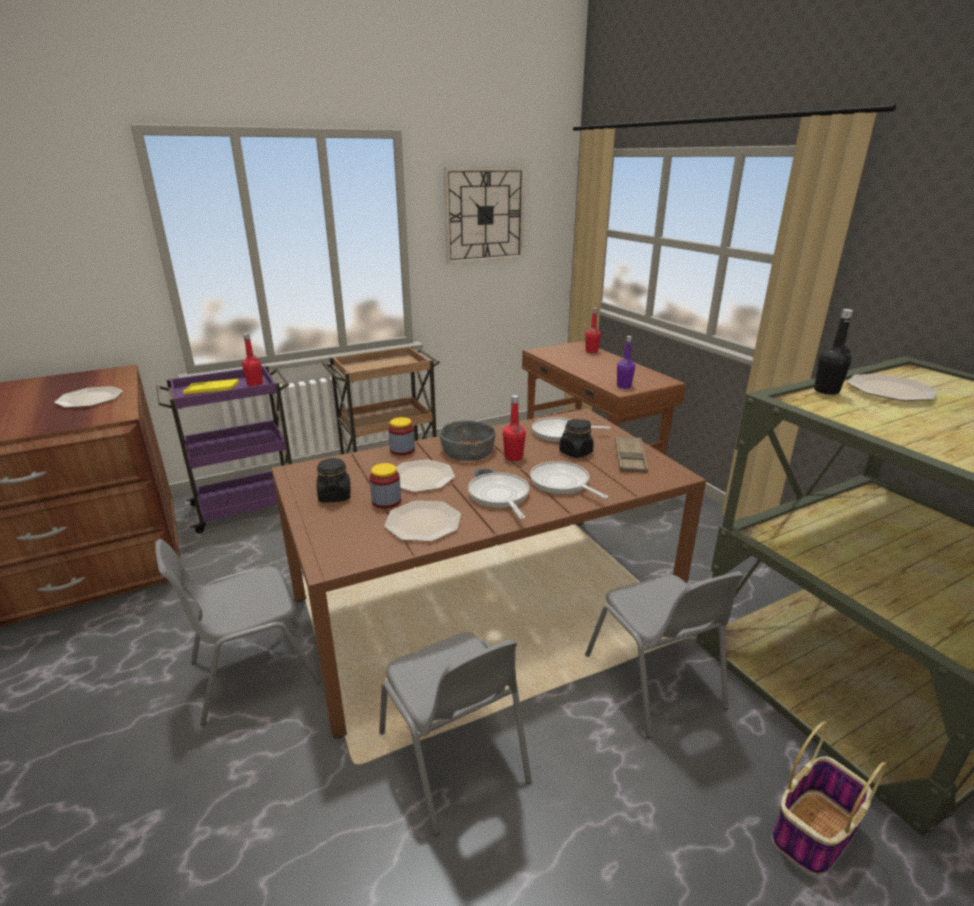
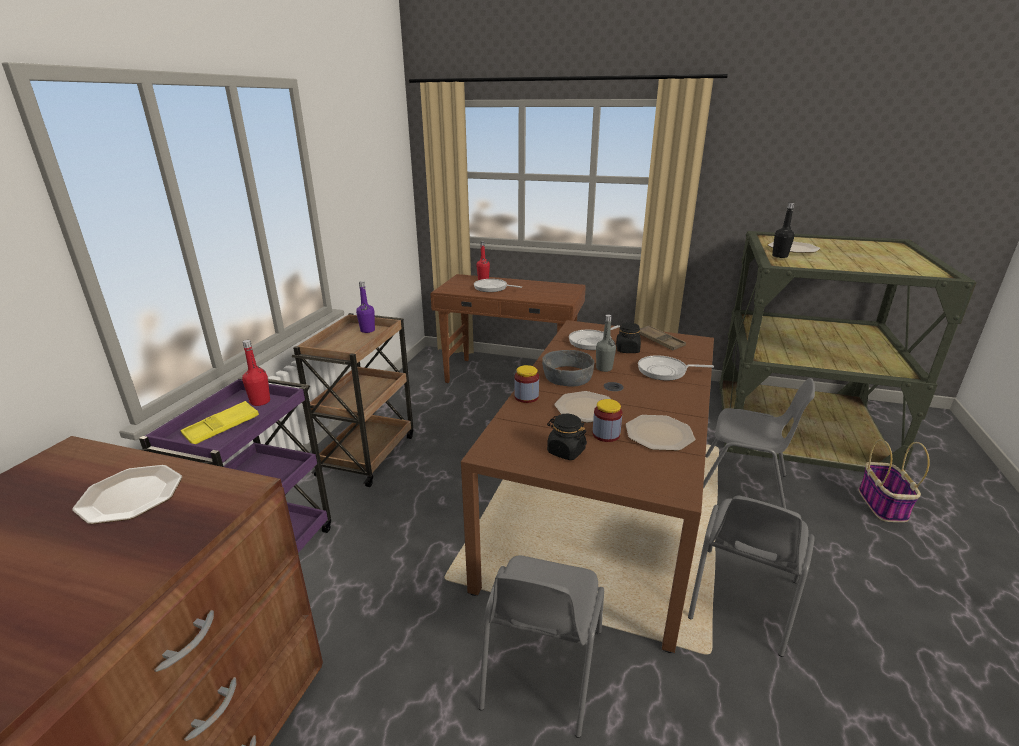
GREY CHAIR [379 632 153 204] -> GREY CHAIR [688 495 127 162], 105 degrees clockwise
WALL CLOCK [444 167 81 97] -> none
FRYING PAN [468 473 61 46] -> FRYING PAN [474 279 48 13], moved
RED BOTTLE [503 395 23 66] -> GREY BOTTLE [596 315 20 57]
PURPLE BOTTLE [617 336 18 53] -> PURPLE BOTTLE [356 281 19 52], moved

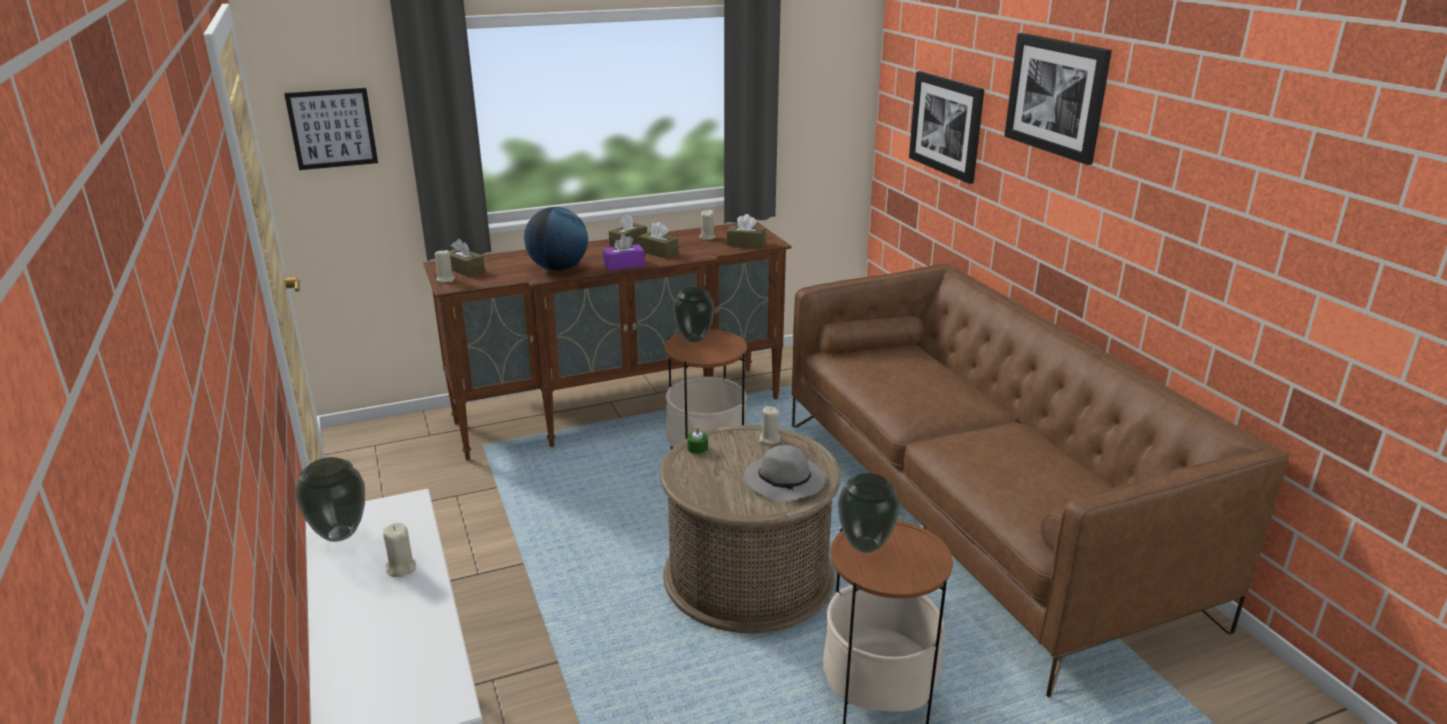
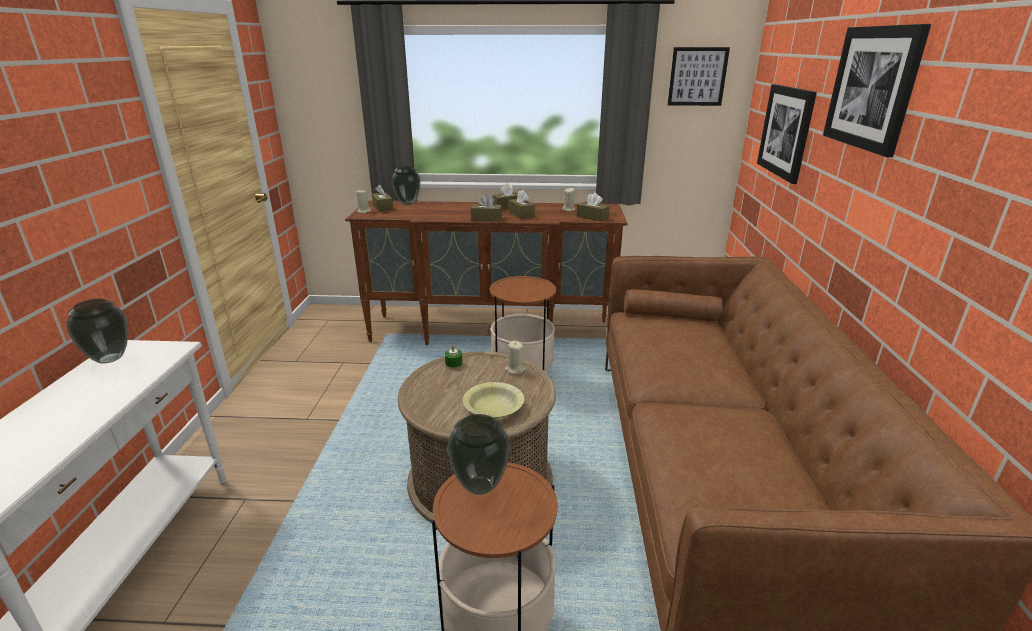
PICTURE [284 88 94 82] -> PICTURE [668 47 62 59], moved
BEIGE CANDLE [383 523 33 54] -> none
GLOBE [524 207 64 64] -> none
PURPLE TISSUE BOX [603 235 42 36] -> BROWN TISSUE BOX [471 194 31 27]
VASE [673 287 42 55] -> VASE [392 166 29 39], moved
GREY HAT [744 445 81 57] -> YELLOW BOWL [463 382 61 37]

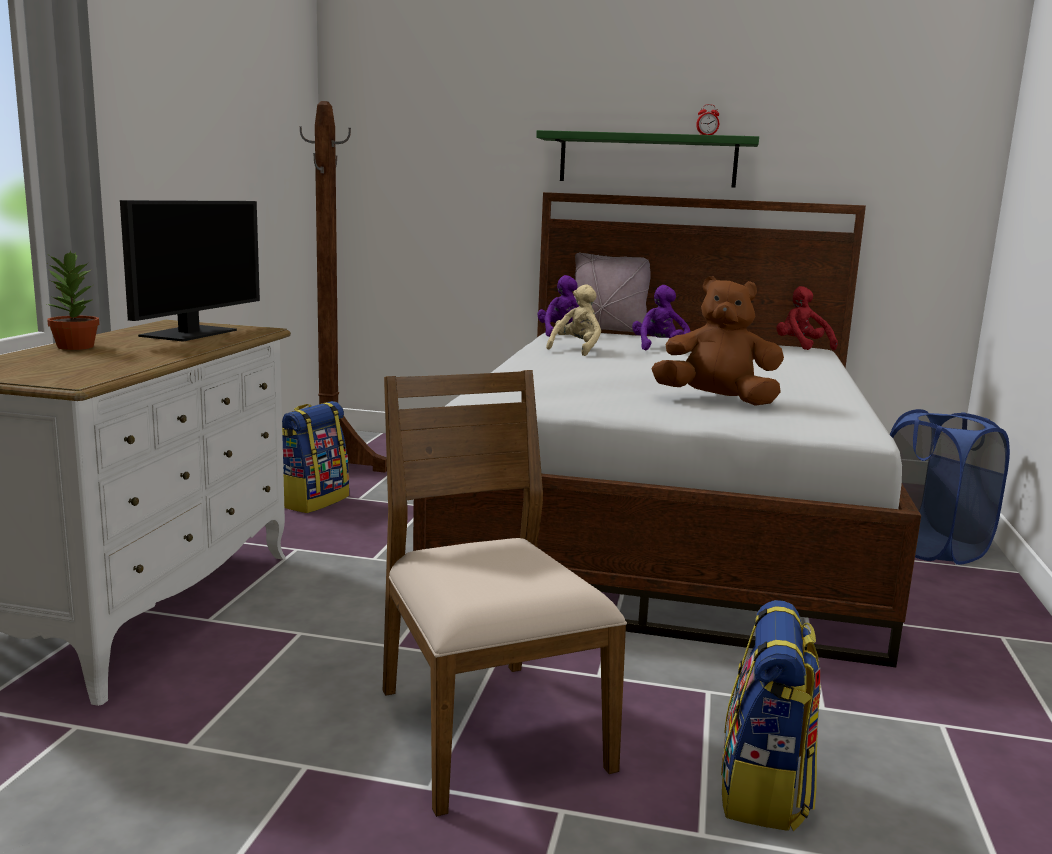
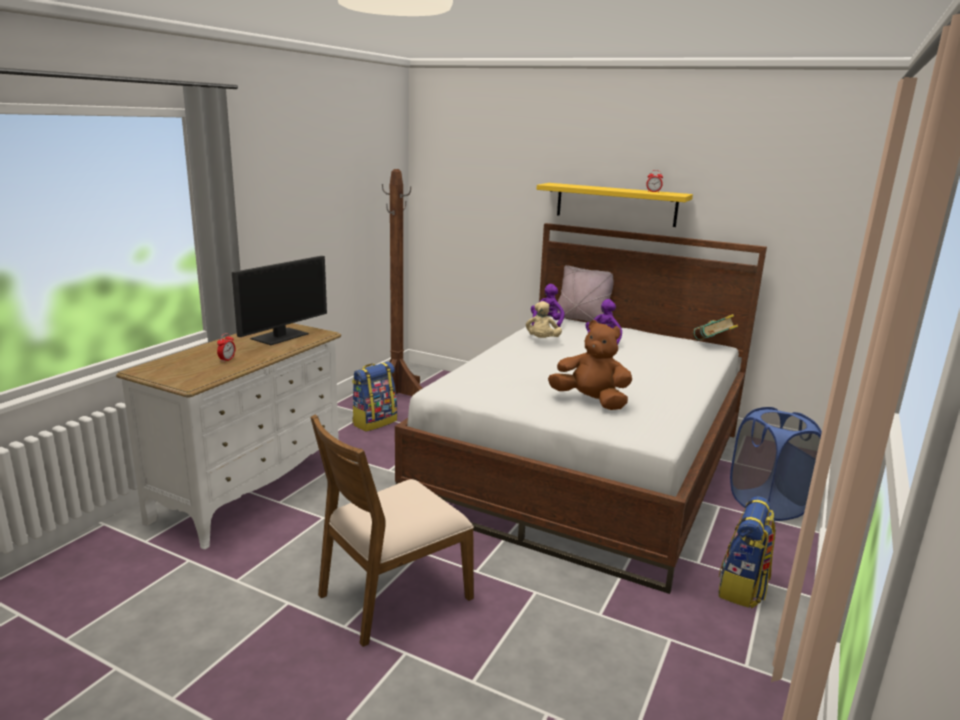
POTTED PLANT [47 250 52 100] -> none
BROWN CHAIR [383 370 244 447] -> BROWN CHAIR [310 414 164 233], 120 degrees counterclockwise
GREEN SHELF [536 130 223 58] -> YELLOW SHELF [537 183 156 44]
BEIGE PLUSH TOY [546 284 55 72] -> BEIGE PLUSH TOY [526 301 36 37], 150 degrees clockwise
BACKPACK [721 600 100 231] -> BACKPACK [719 496 57 113], moved
RED PLUSH TOY [776 286 62 64] -> BOOK [693 314 45 27]
none -> ALARM CLOCK [217 333 18 29]

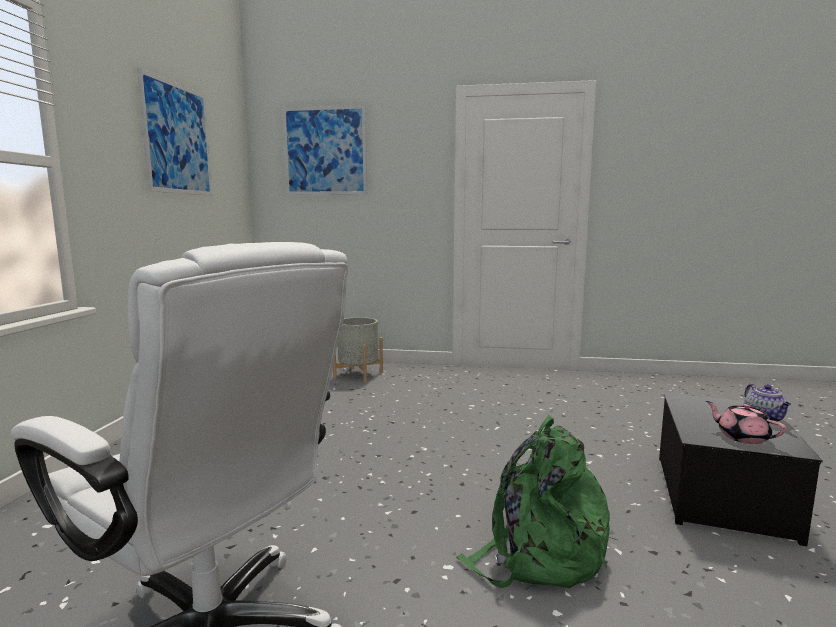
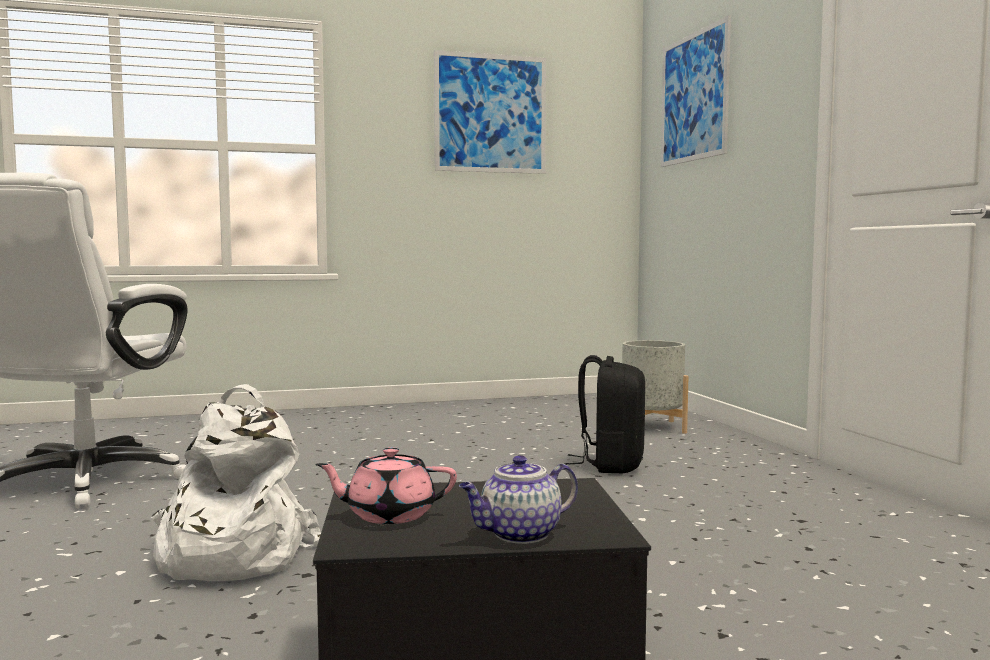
GREEN BACKPACK [457 415 153 174] -> WHITE BACKPACK [152 384 169 197]
PINK TEAPOT [706 401 80 43] -> PINK TEAPOT [315 447 142 77], 120 degrees counterclockwise
none -> BLACK BACKPACK [564 355 81 118]

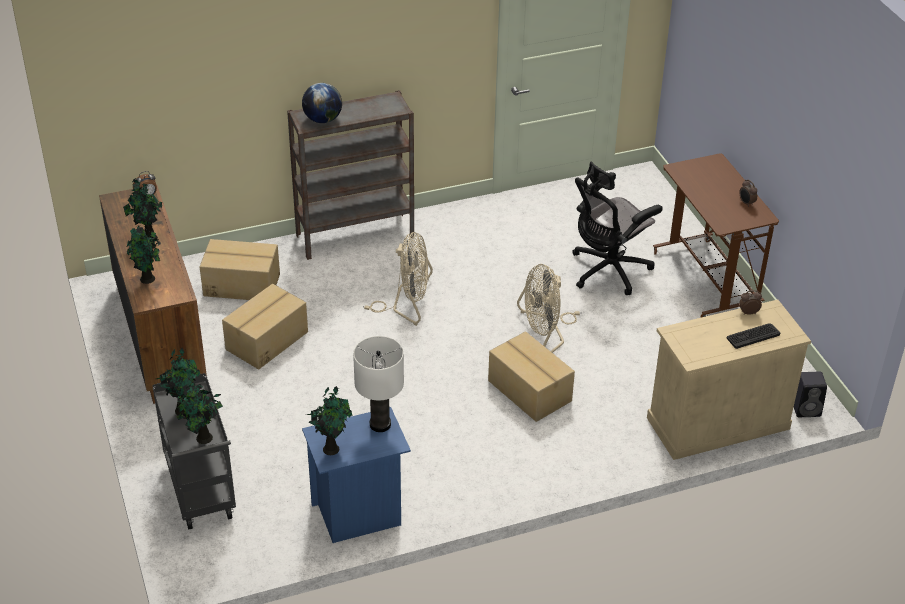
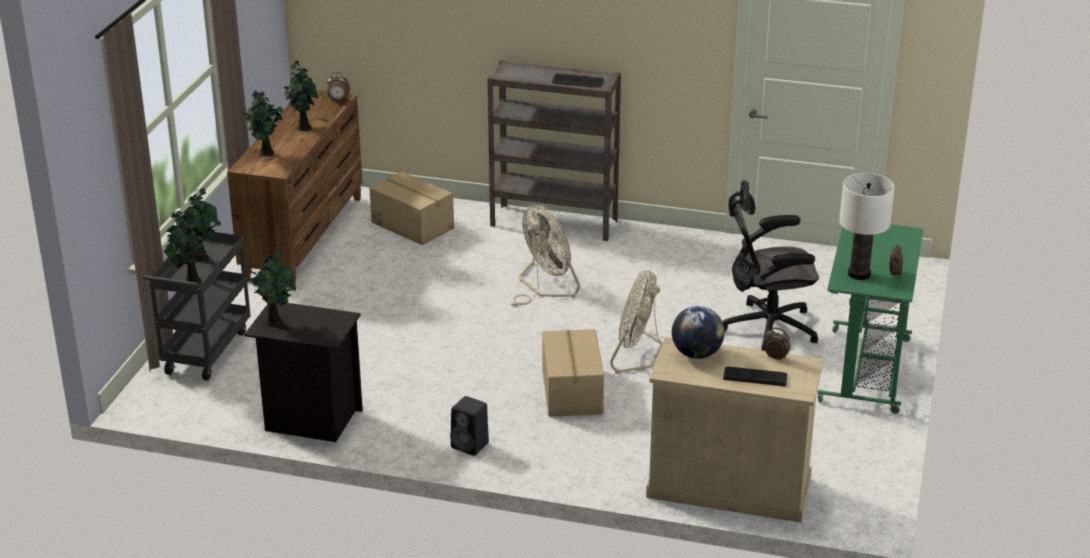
CARDBOARD BOX [222 284 86 85] -> none
GLOBE [302 83 40 40] -> GLOBE [672 306 53 53], moved
BLUE NIGHTSTAND [302 407 109 136] -> BLACK NIGHTSTAND [244 303 119 139]
WHITE TABLE LAMP [353 336 51 96] -> WHITE TABLE LAMP [839 173 56 107], moved
BEIGE FAN [364 232 69 94] -> BEIGE FAN [511 205 69 102], 75 degrees counterclockwise
BROWN DESK [653 154 126 164] -> GREEN DESK [817 224 106 190]
BLACK SPEAKER [794 372 33 45] -> BLACK SPEAKER [450 396 39 60], moved
none -> KEYBOARD [552 73 51 15]

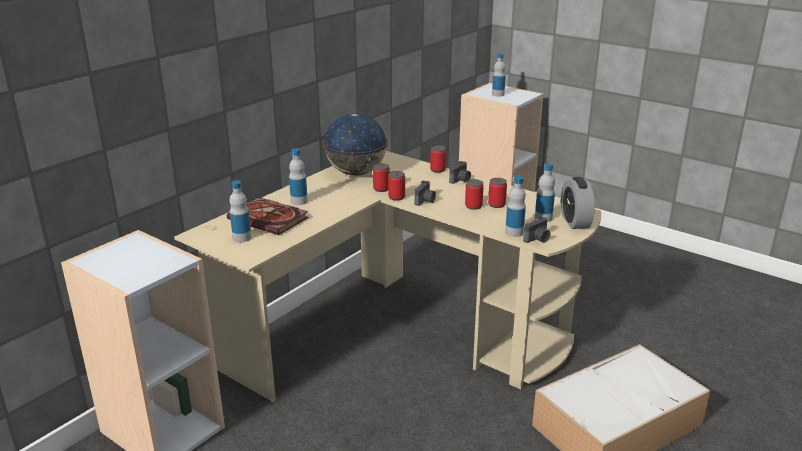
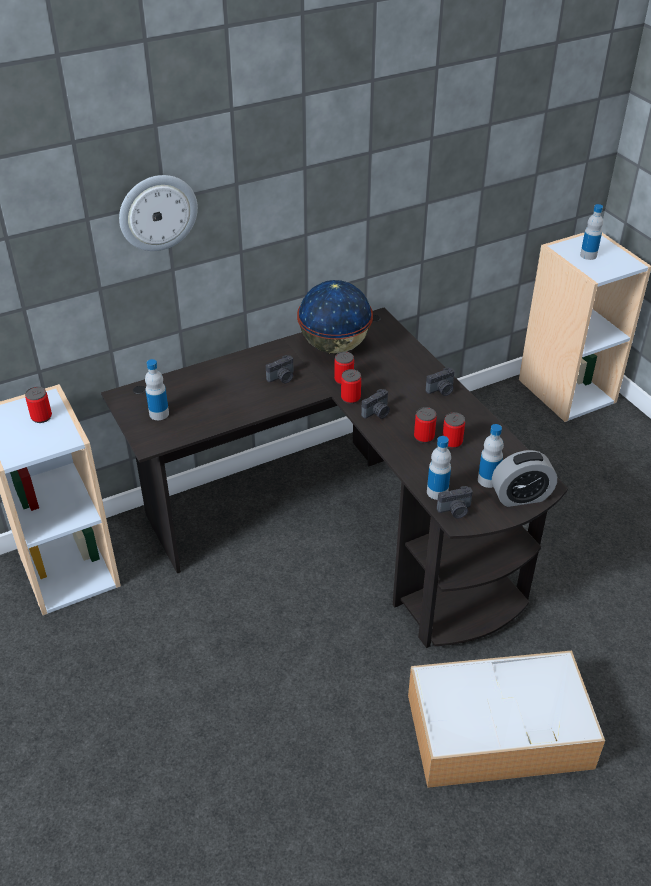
BEIGE DESK [174 151 427 251] -> BLACK DESK [101 308 467 340]
BOOK [227 197 82 38] -> none
BOTTLE [289 148 19 57] -> none
CAN [430 145 16 28] -> CAN [25 387 27 36], moved
ALARM CLOCK [561 177 34 52] -> ALARM CLOCK [492 450 65 57], 120 degrees counterclockwise
none -> WALL CLOCK [119 175 79 76]
none -> PHOTO CAMERA [266 355 28 29]

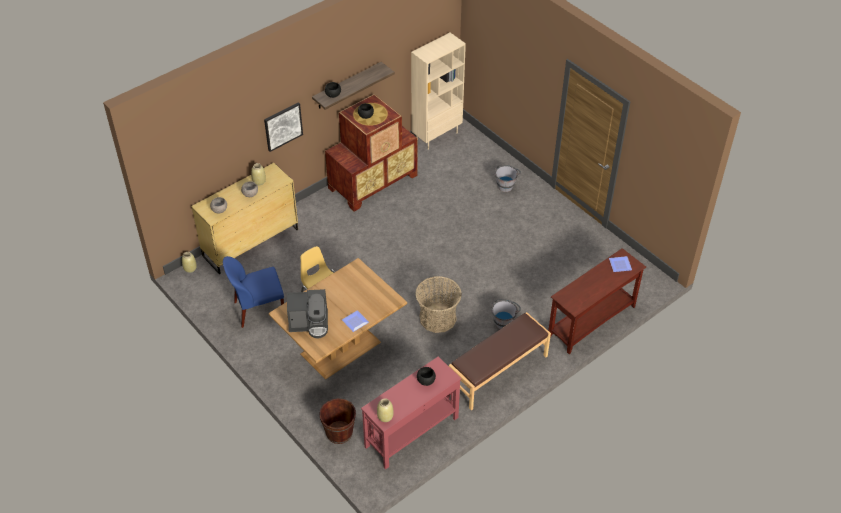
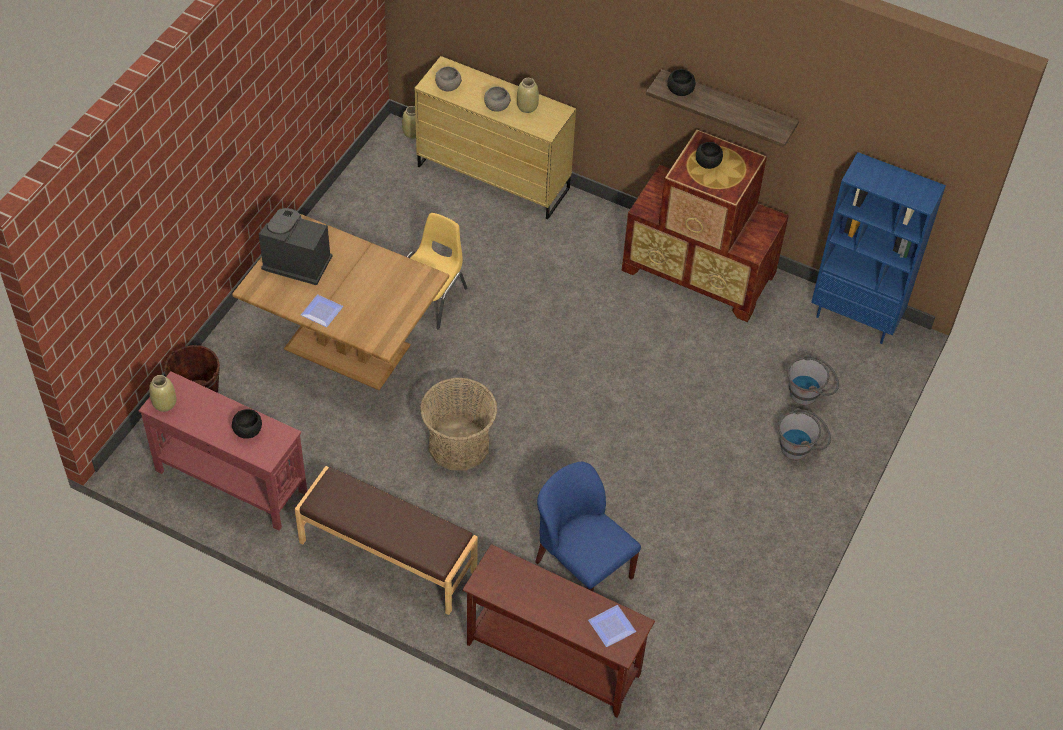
BLUE CHAIR [223 256 61 72] -> BLUE CHAIR [535 462 106 129], moved
PICTURE [264 102 39 50] -> none
COFFEE MACHINE [287 289 41 50] -> COFFEE MACHINE [259 208 73 77], 135 degrees clockwise
BEIGE BOOKCASE [411 33 55 117] -> BLUE BOOKCASE [811 152 135 192]
GREY BUCKET [491 299 30 30] -> GREY BUCKET [787 354 52 51], moved

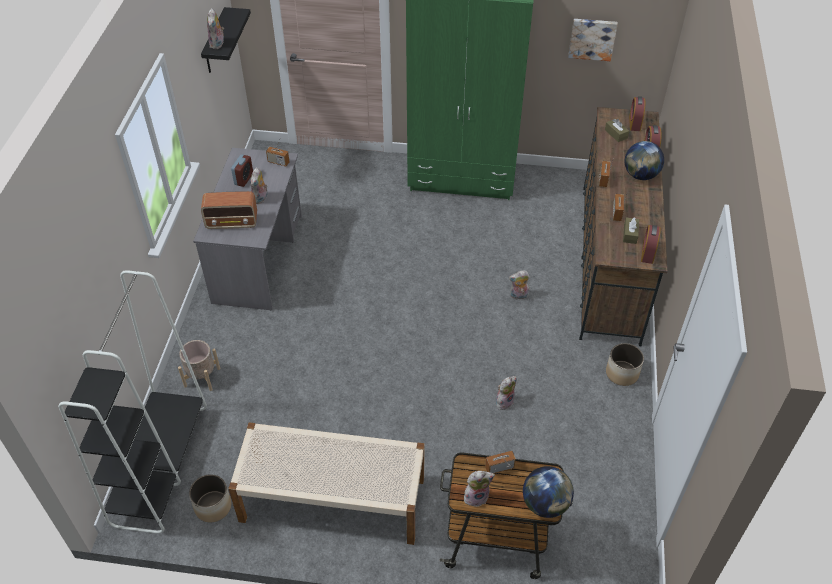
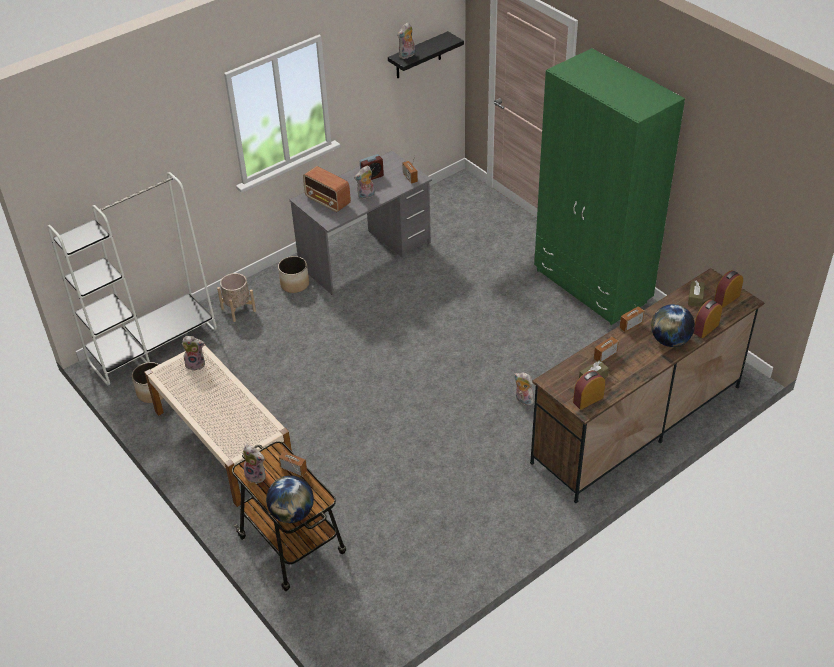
PLUSH TOY [496 376 21 34] -> PLUSH TOY [182 336 23 35], moved
PICTURE [568 19 50 42] -> none
PLANTER [606 343 38 43] -> PLANTER [278 256 31 37], moved

